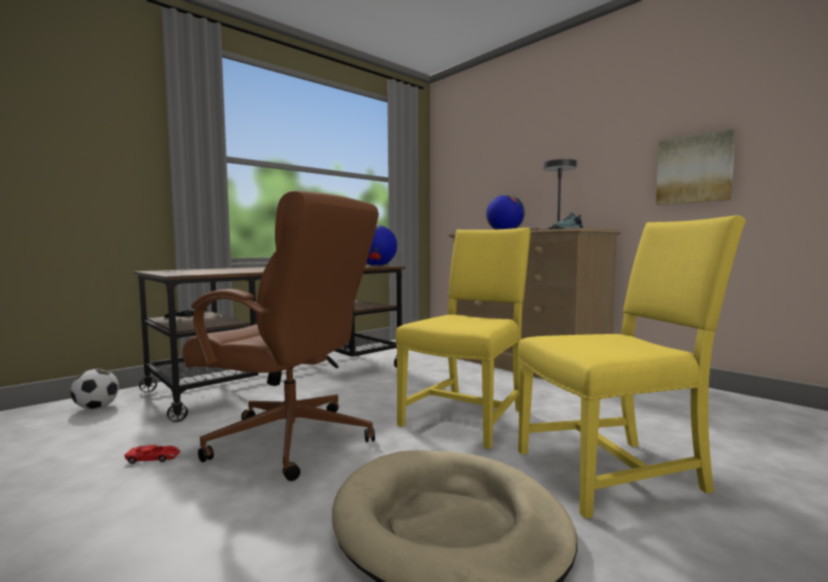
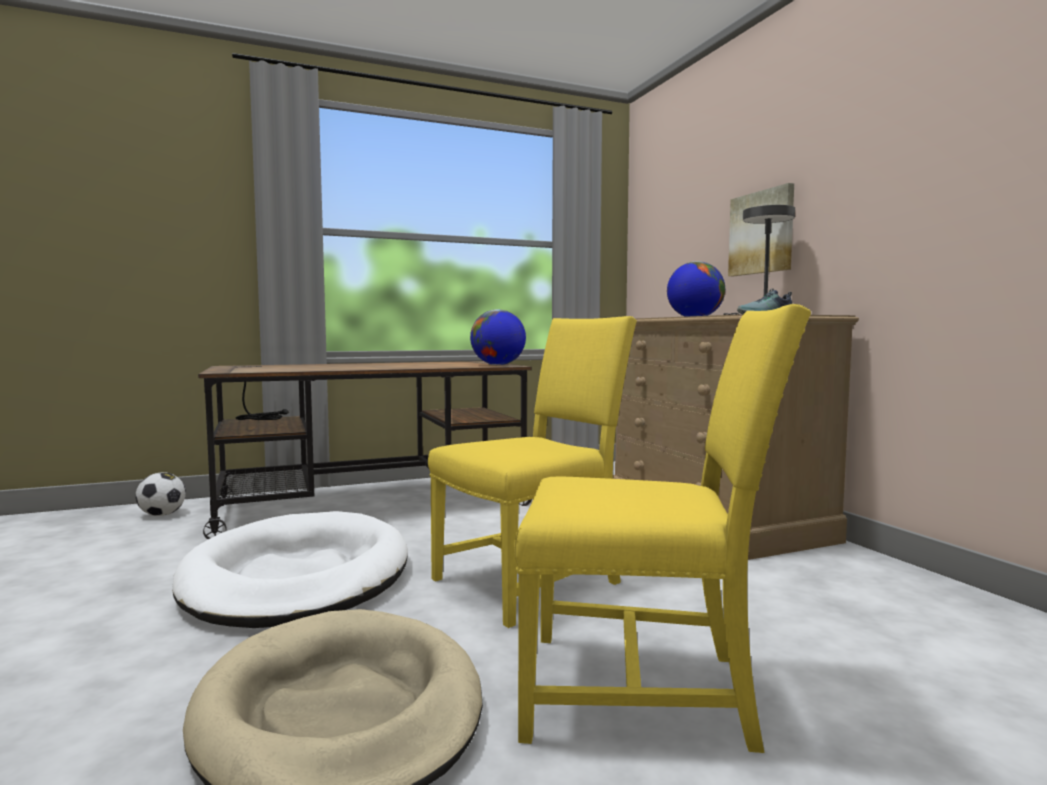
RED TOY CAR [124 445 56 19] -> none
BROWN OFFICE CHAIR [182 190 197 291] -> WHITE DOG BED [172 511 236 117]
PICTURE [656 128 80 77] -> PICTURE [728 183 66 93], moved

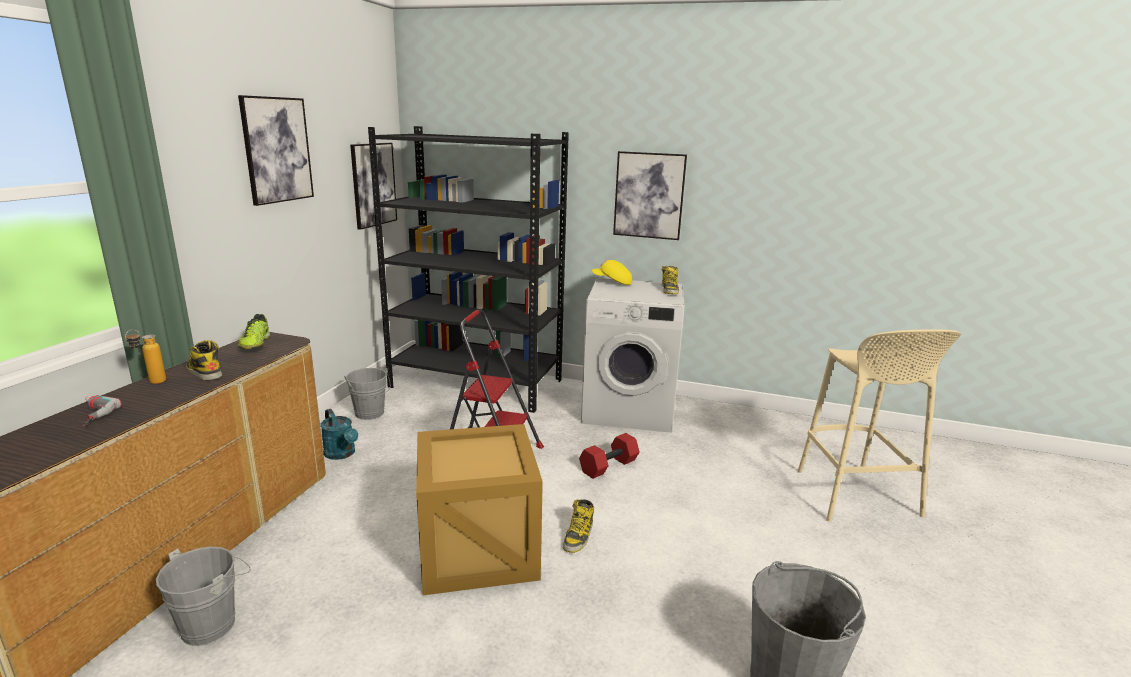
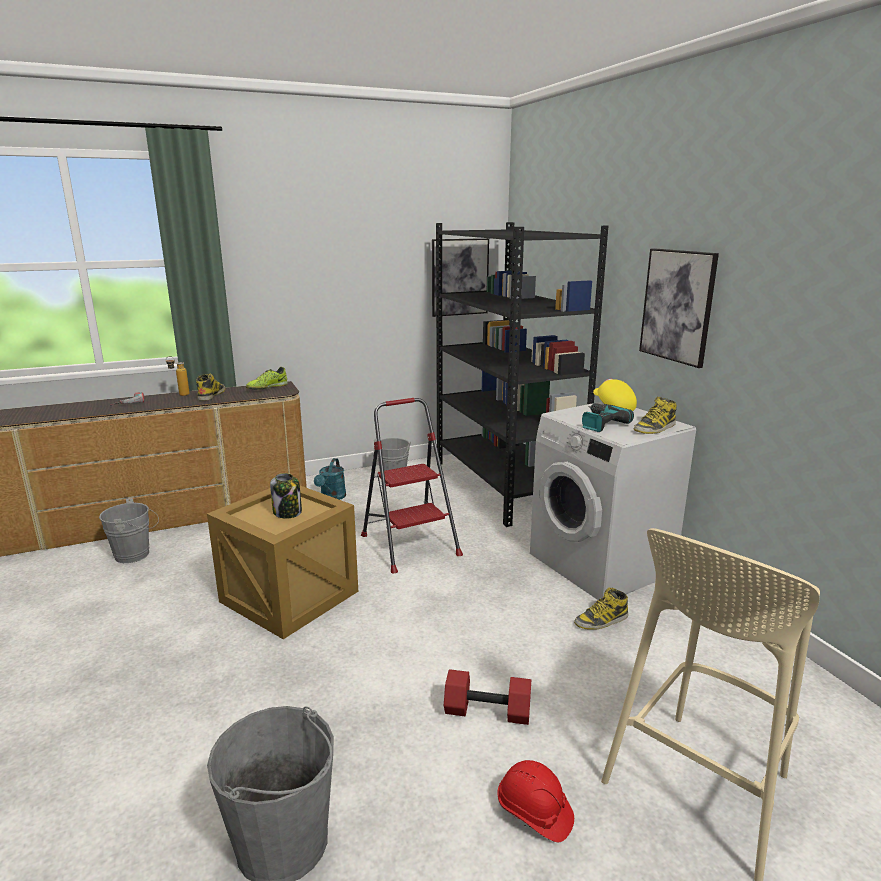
PICTURE [238 95 76 111] -> none
BOOT [563 499 31 54] -> BOOT [574 588 54 42], moved
RED DUMBBELL [579 433 61 46] -> RED DUMBBELL [444 669 87 56], moved
none -> JAR [270 473 32 46]
none -> RED HARD HAT [497 760 77 82]
none -> POWER DRILL [582 403 52 29]

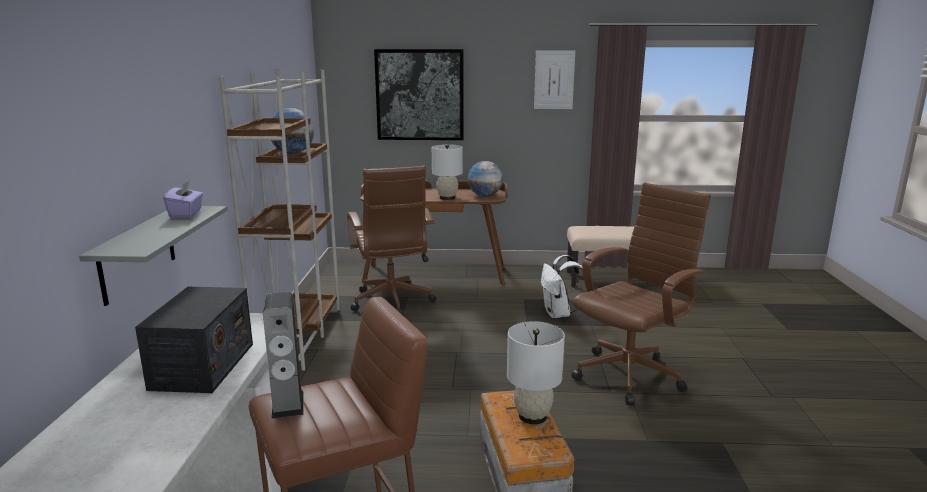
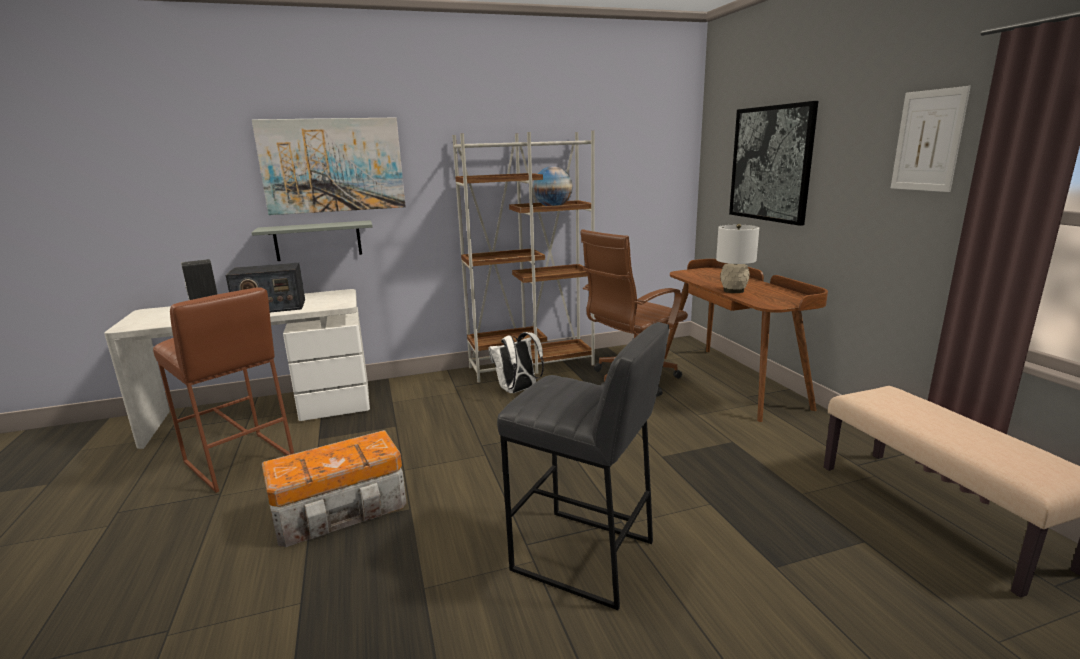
PURPLE TISSUE BOX [163 180 40 38] -> none
GLOBE [468 161 35 36] -> none
WHITE TABLE LAMP [507 321 58 103] -> none
WHITE BACKPACK [541 255 42 63] -> WHITE BACKPACK [488 332 56 61], moved
BROWN OFFICE CHAIR [571 182 140 223] -> GREY STOOL [497 322 172 288]
none -> PICTURE [252 117 154 98]

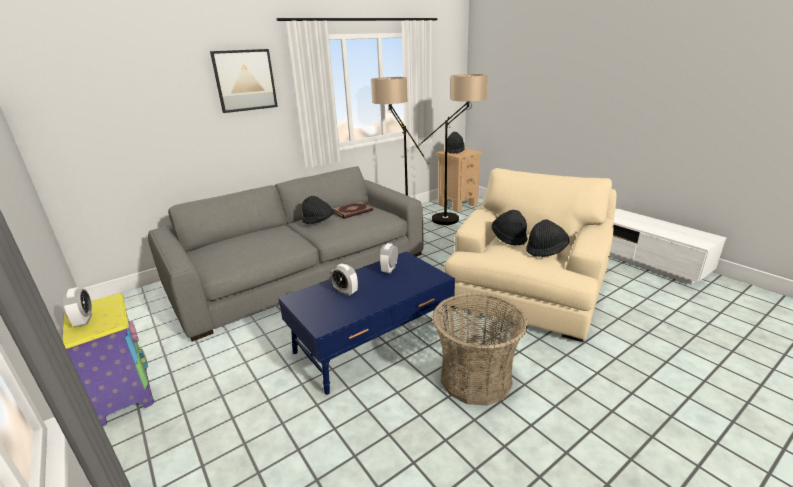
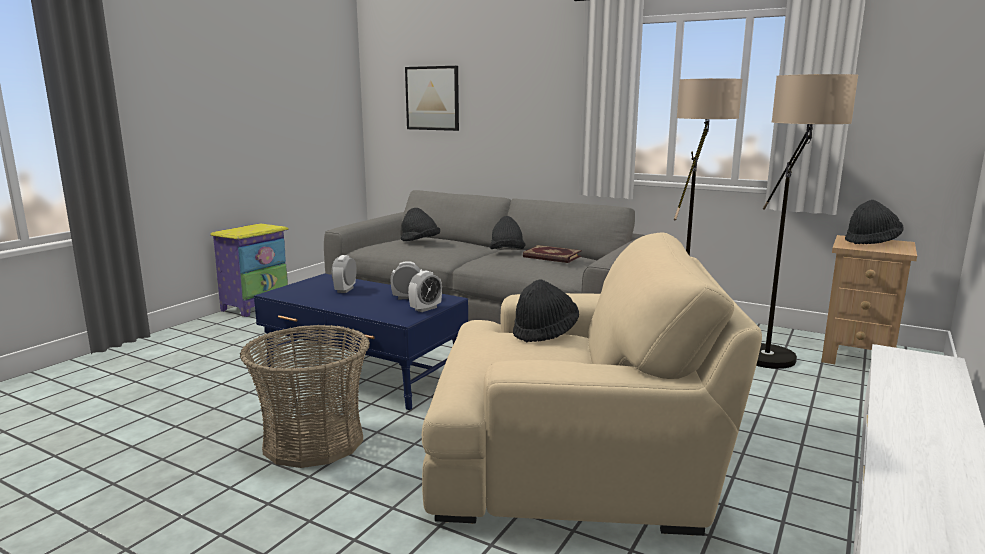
ALARM CLOCK [62 287 30 40] -> ALARM CLOCK [408 271 34 41], moved
PICTURE [210 49 68 64] -> PICTURE [405 66 54 65], moved
BLACK HAT [526 219 43 38] -> BLACK HAT [401 208 39 33], moved

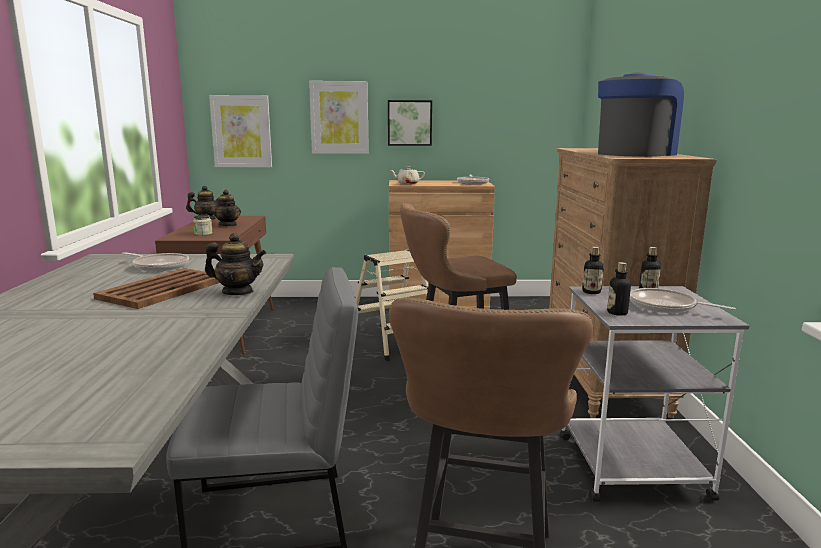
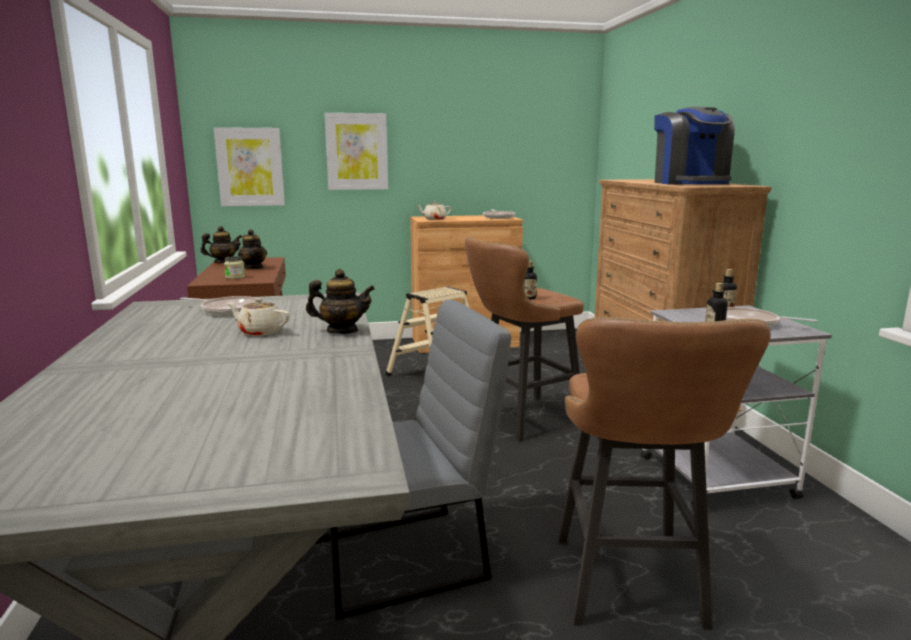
BROWN TRAY [93 268 127 41] -> BEIGE TEAPOT [227 298 63 38]
PICTURE [388 100 44 46] -> none
BOTTLE [582 247 22 47] -> BOTTLE [524 261 13 39], moved
COFFEE MACHINE [598 72 86 85] -> COFFEE MACHINE [654 107 81 78], 135 degrees clockwise

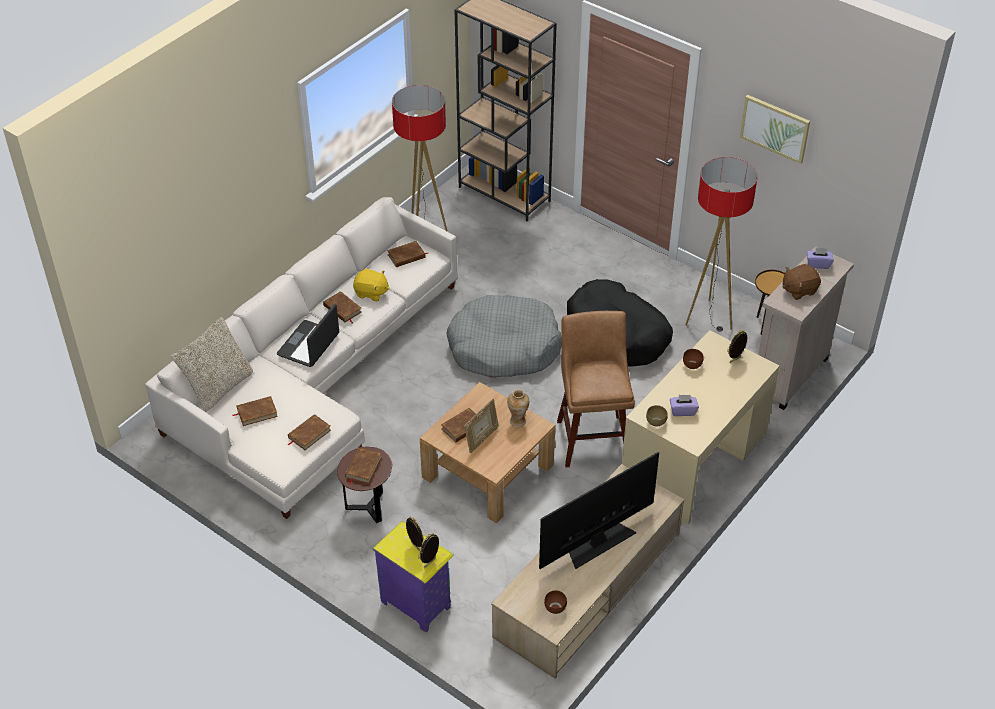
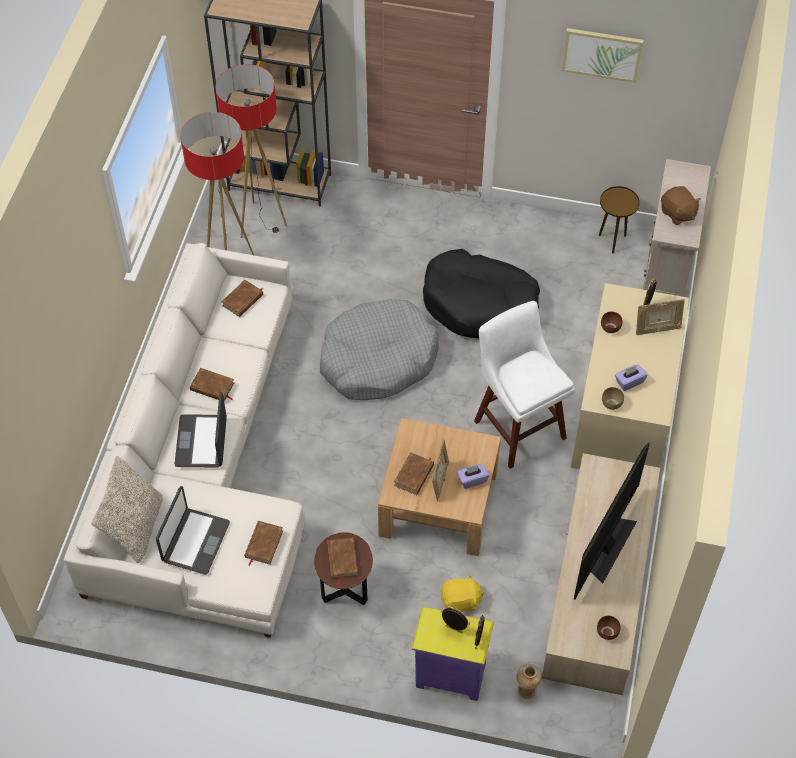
BROWN BOOK [233 396 45 30] -> LAPTOP [156 486 74 89]
YELLOW PLUSH TOY [353 269 37 32] -> YELLOW PLUSH TOY [441 574 44 38], moved
VASE [507 389 22 38] -> VASE [517 664 25 35], moved
BROWN STOOL [557 311 78 156] -> WHITE STOOL [474 301 101 168]
FLOOR LAMP [685 157 72 175] -> FLOOR LAMP [215 64 72 174], moved
BROWN PLUSH TOY [783 264 38 36] -> BROWN PLUSH TOY [661 186 40 39], 75 degrees counterclockwise
PURPLE TISSUE BOX [807 247 27 22] -> PURPLE TISSUE BOX [457 464 32 25], moved
none -> PICTURE FRAME [636 299 49 36]

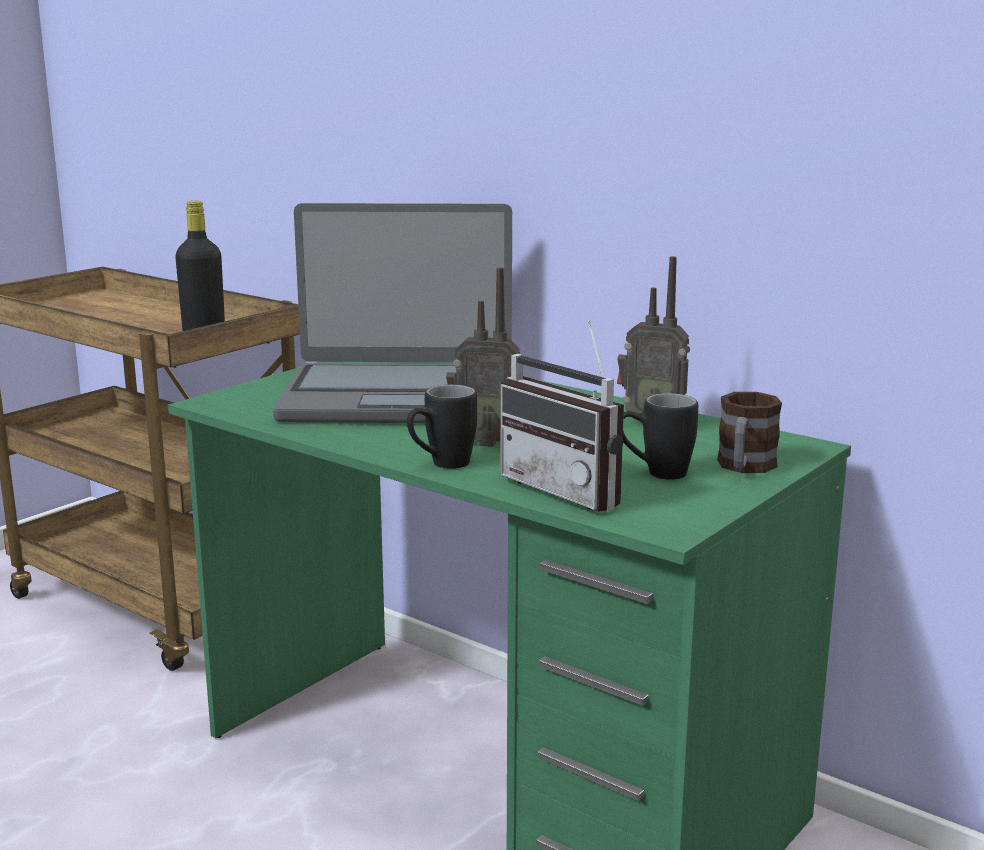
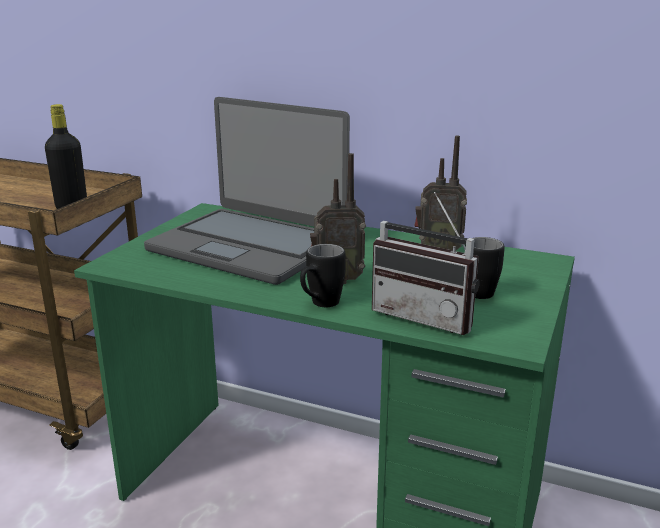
LAPTOP [273 203 239 220] -> LAPTOP [144 97 206 188], 45 degrees clockwise
MUG [717 392 65 81] -> none

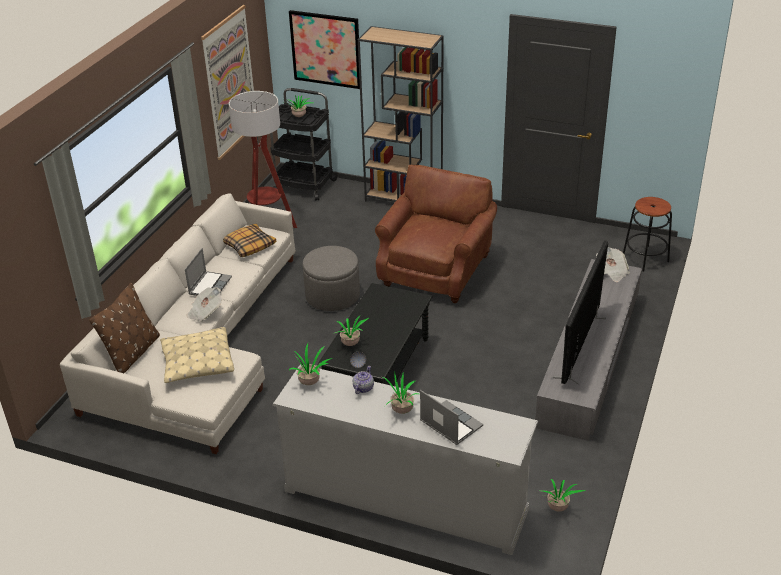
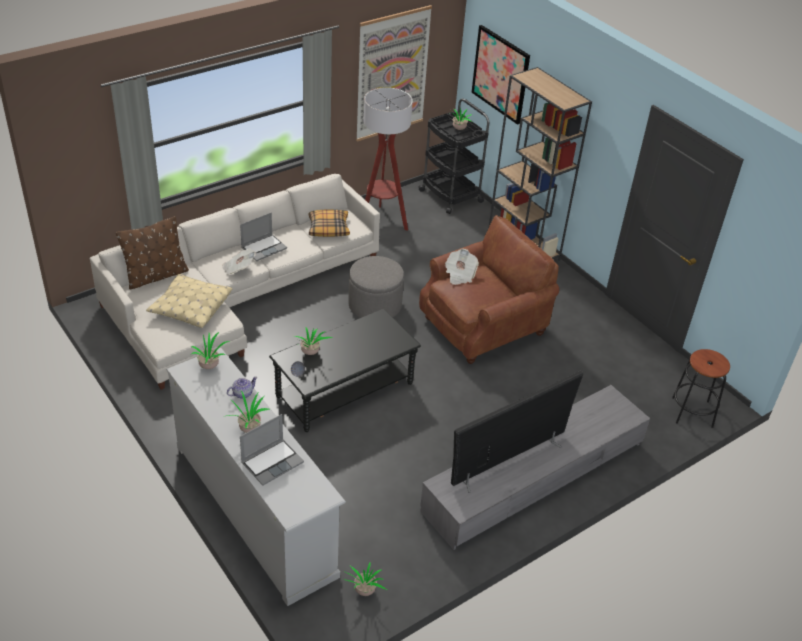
LAPTOP [420 390 63 55] -> LAPTOP [240 414 64 72], 60 degrees clockwise
NEWSPAPER [596 247 34 35] -> NEWSPAPER [445 249 34 36], moved

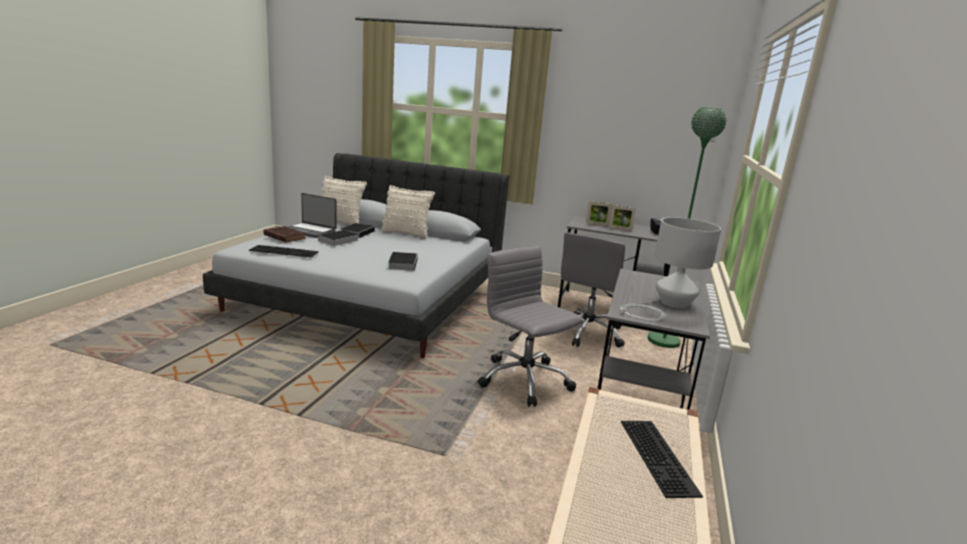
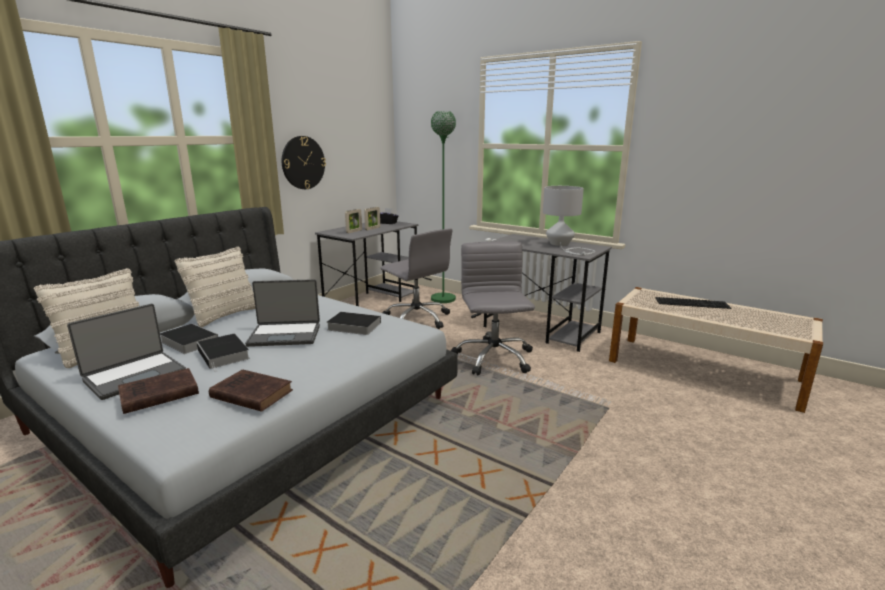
KEYBOARD [249 245 70 13] -> BROWN BOOK [209 369 84 43]
GREY OFFICE CHAIR [478 246 105 161] -> GREY OFFICE CHAIR [451 241 84 134], 105 degrees clockwise
none -> LAPTOP [245 279 75 68]
none -> WALL CLOCK [282 136 44 53]

